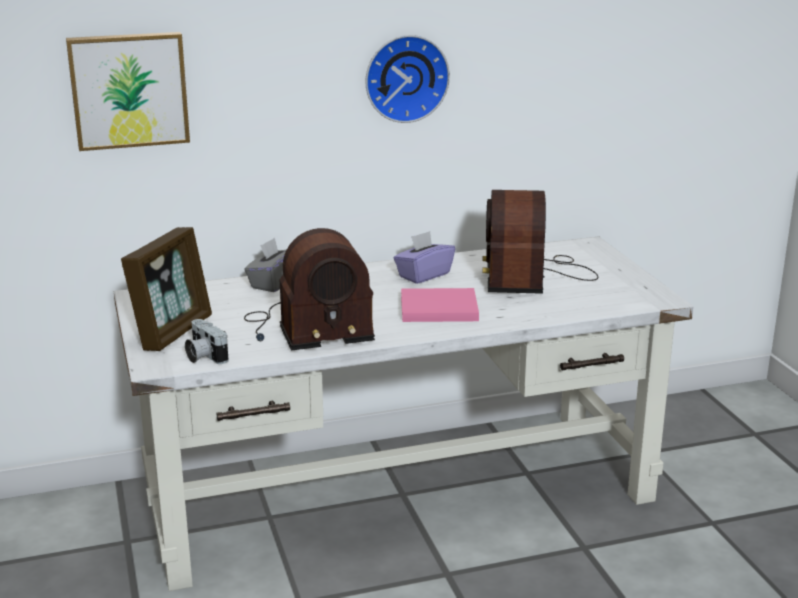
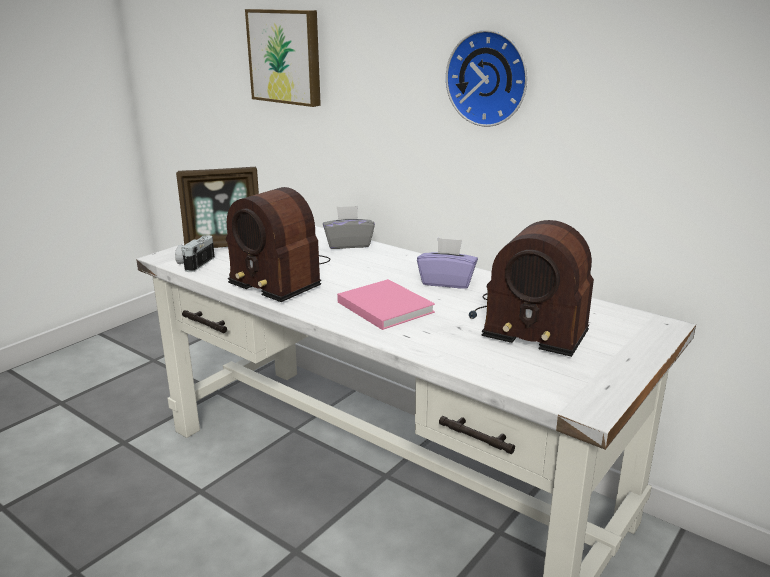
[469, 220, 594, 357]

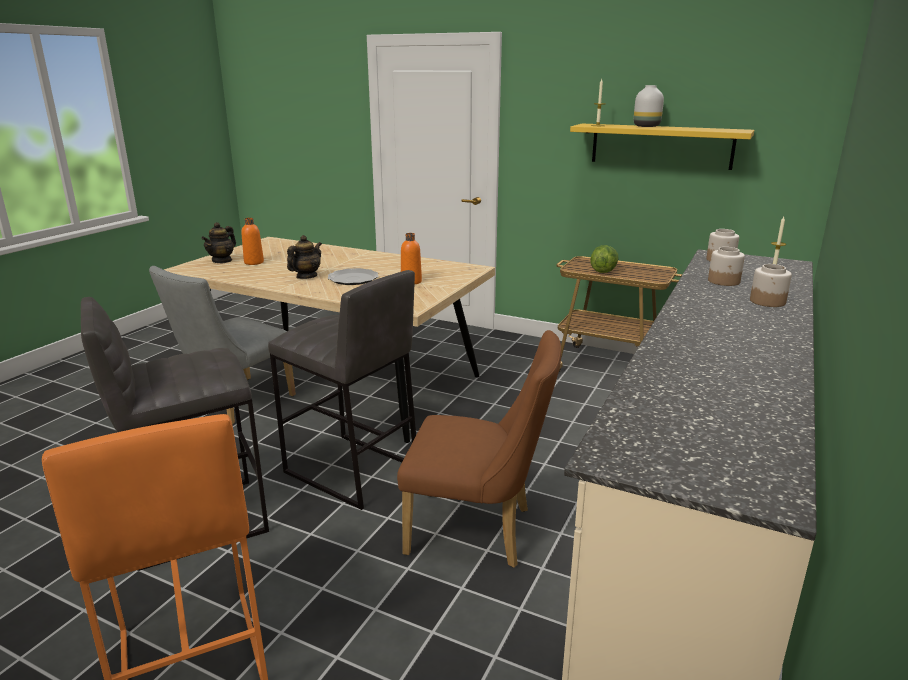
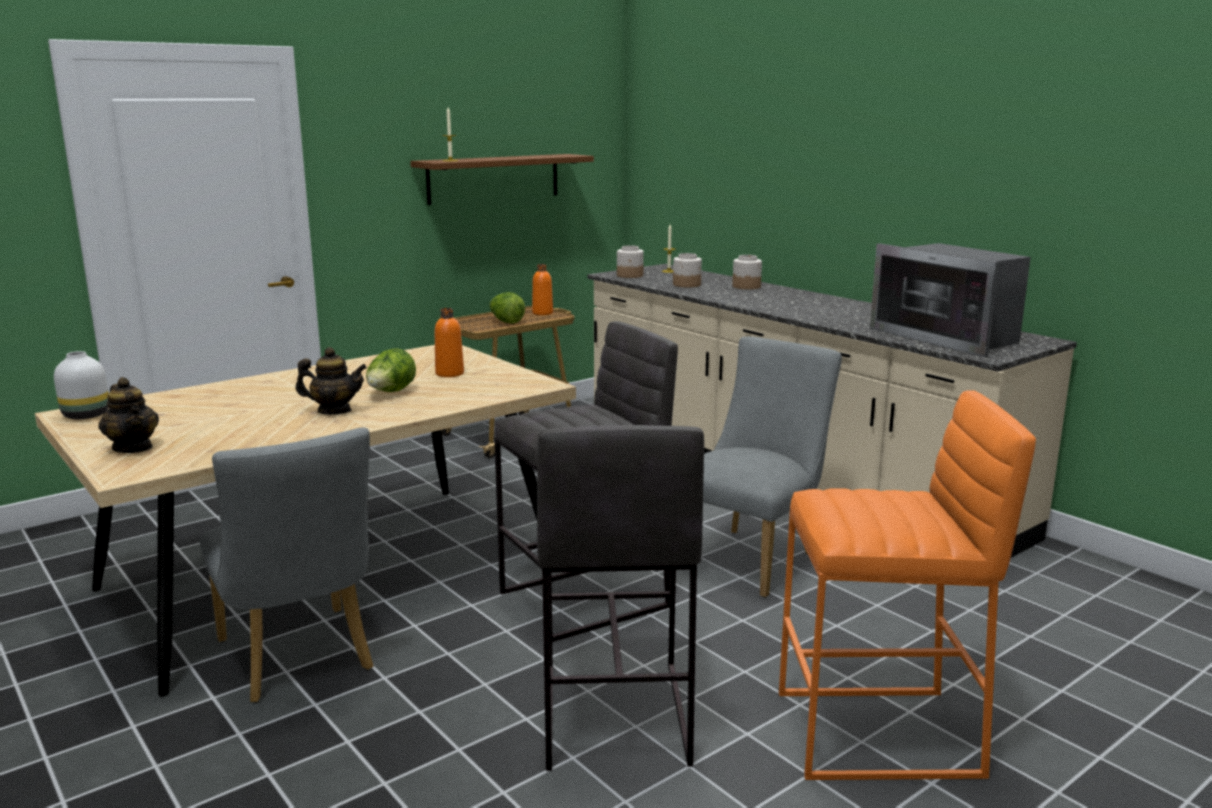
[532, 264, 553, 315]
[295, 347, 367, 415]
[366, 349, 416, 392]
[703, 337, 842, 598]
[410, 154, 594, 205]
[54, 351, 109, 419]
[870, 243, 1031, 357]

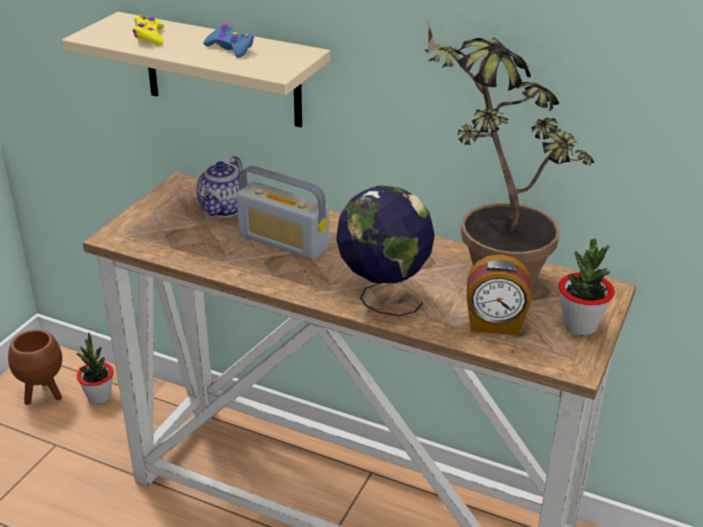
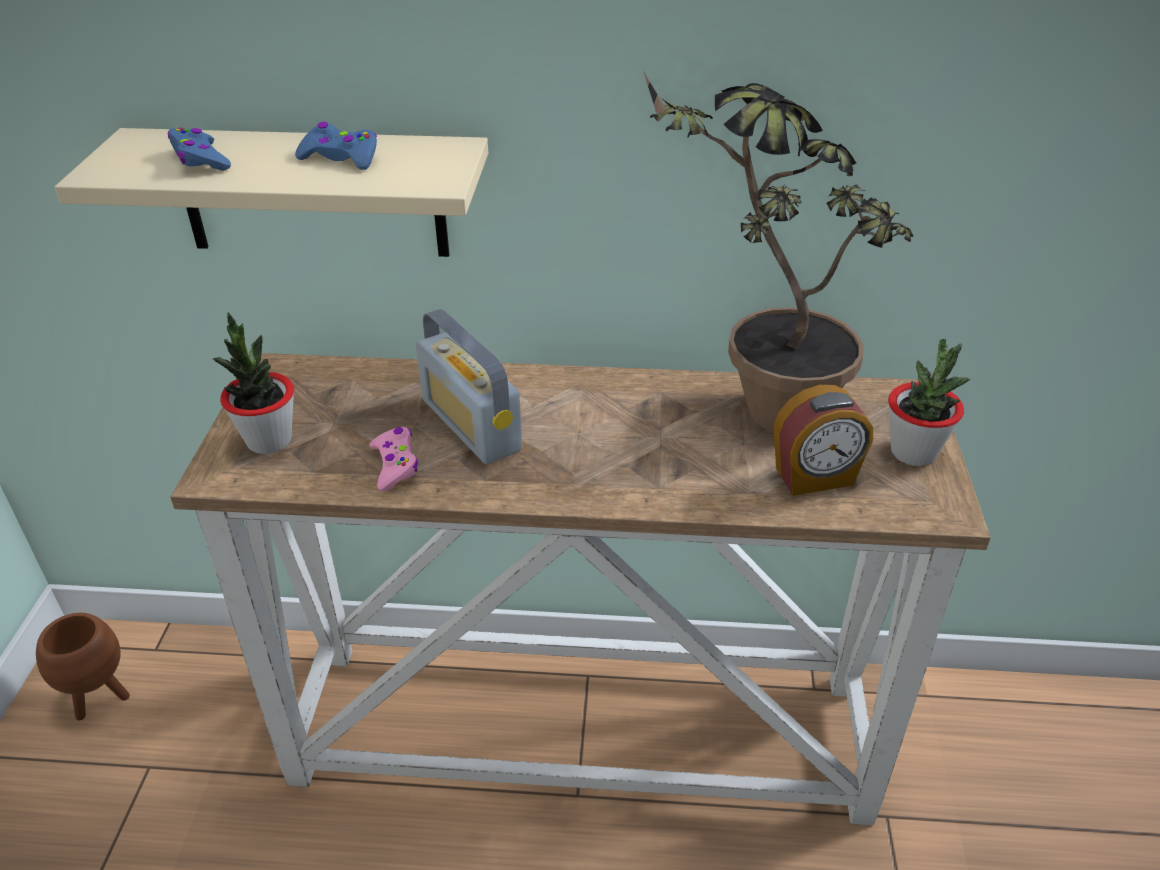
[213, 312, 294, 454]
[168, 127, 231, 171]
[196, 156, 249, 217] (first image)
[416, 309, 522, 464]
[336, 185, 434, 316] (first image)
[369, 427, 418, 492]

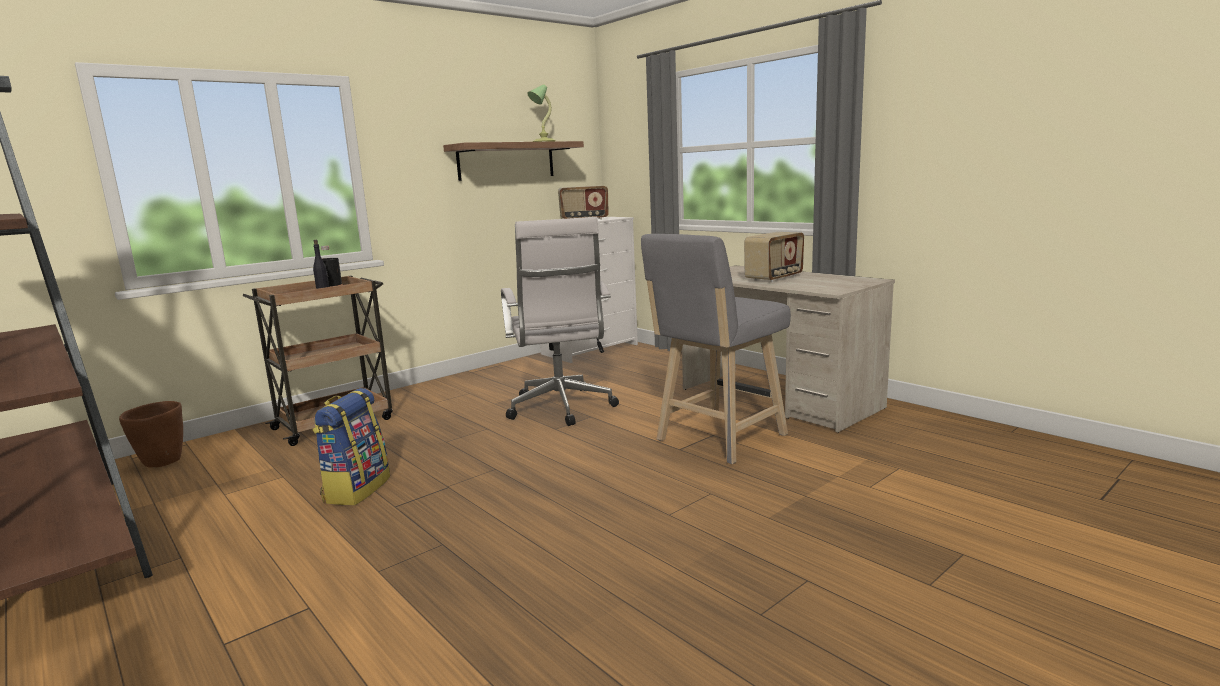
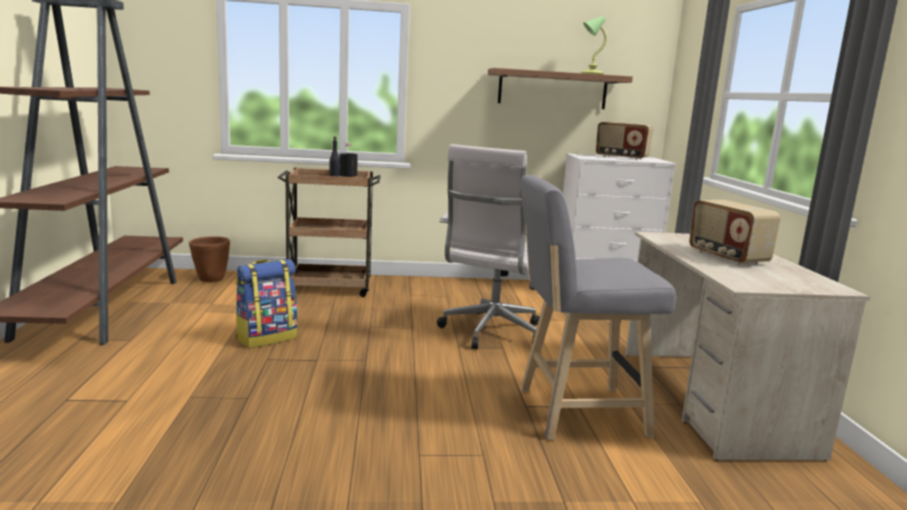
[689, 200, 781, 265]

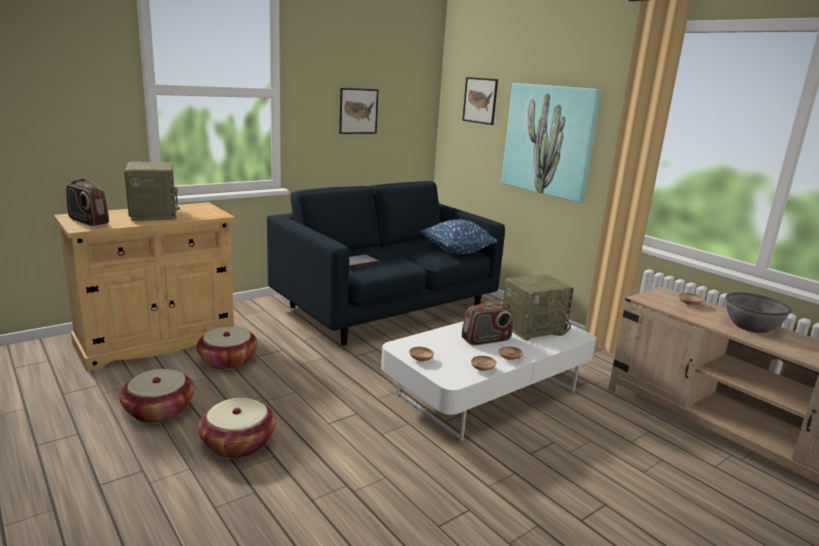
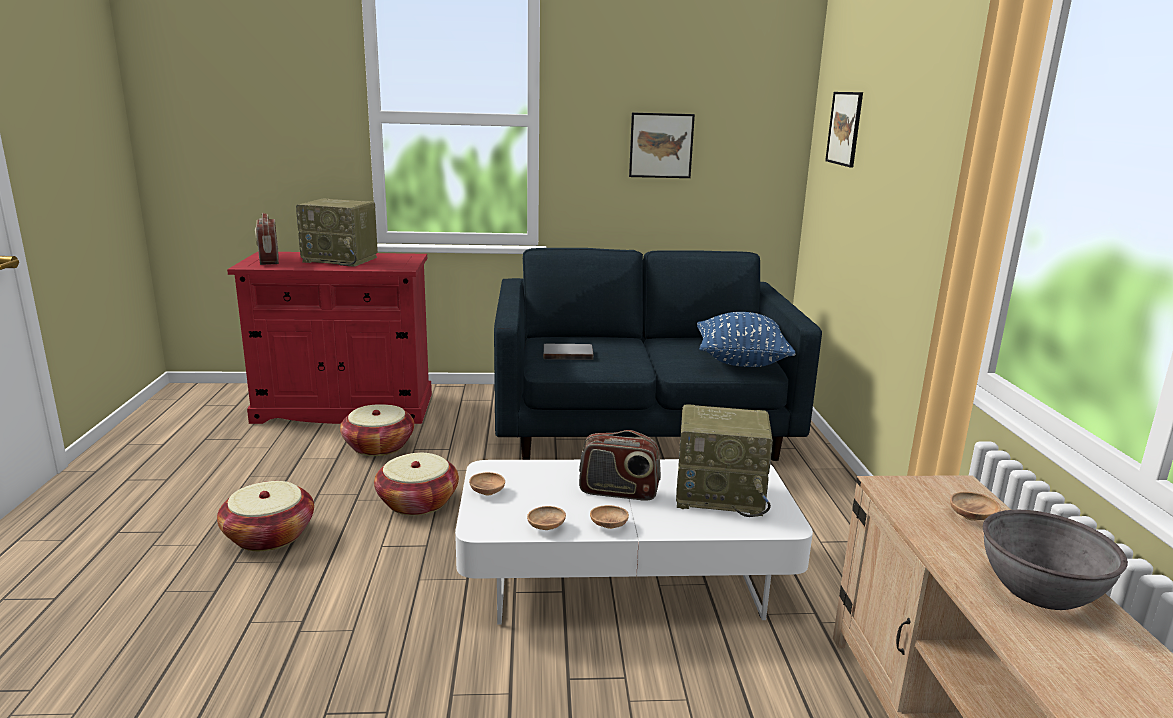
[227, 251, 432, 424]
[374, 453, 459, 516]
[296, 199, 378, 267]
[501, 83, 602, 203] (first image)

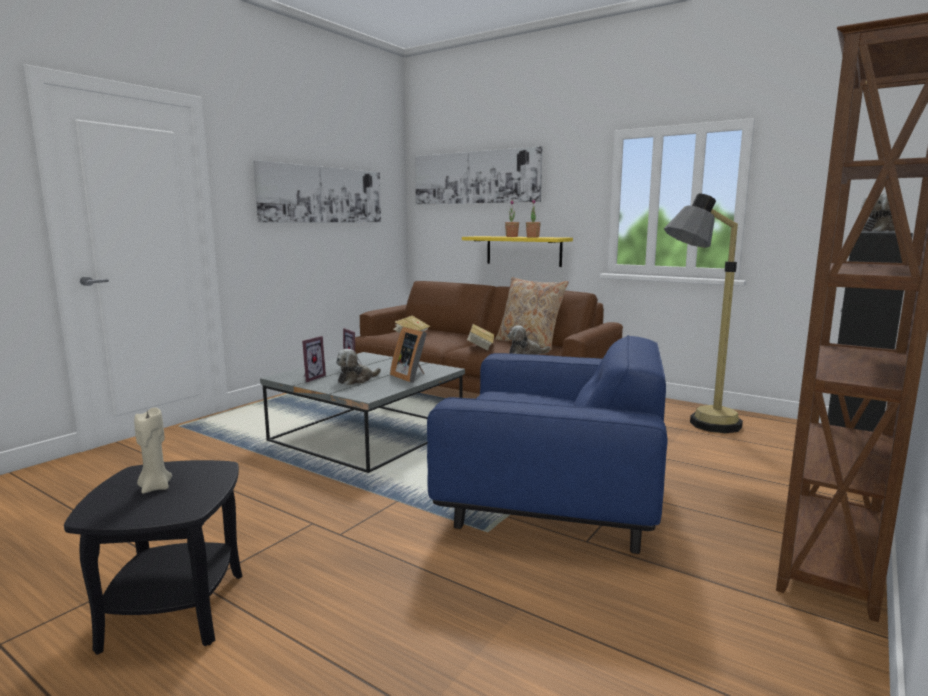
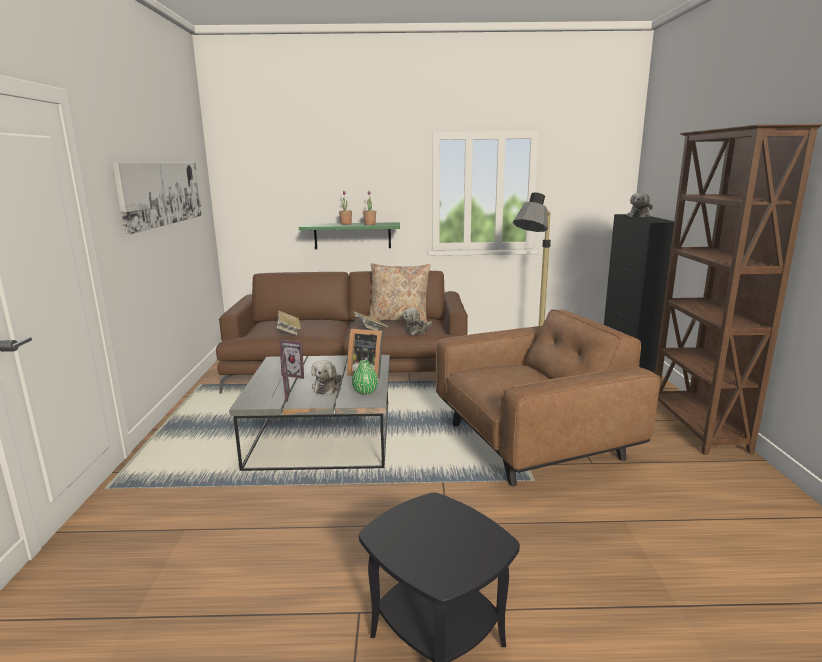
[134, 408, 172, 494] (first image)
[415, 146, 542, 204] (first image)
[436, 309, 661, 486]
[299, 222, 400, 249]
[352, 360, 378, 395]

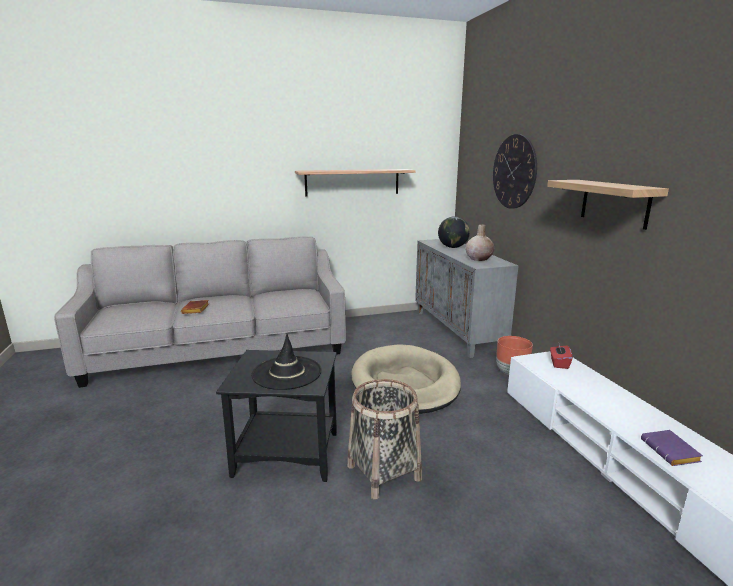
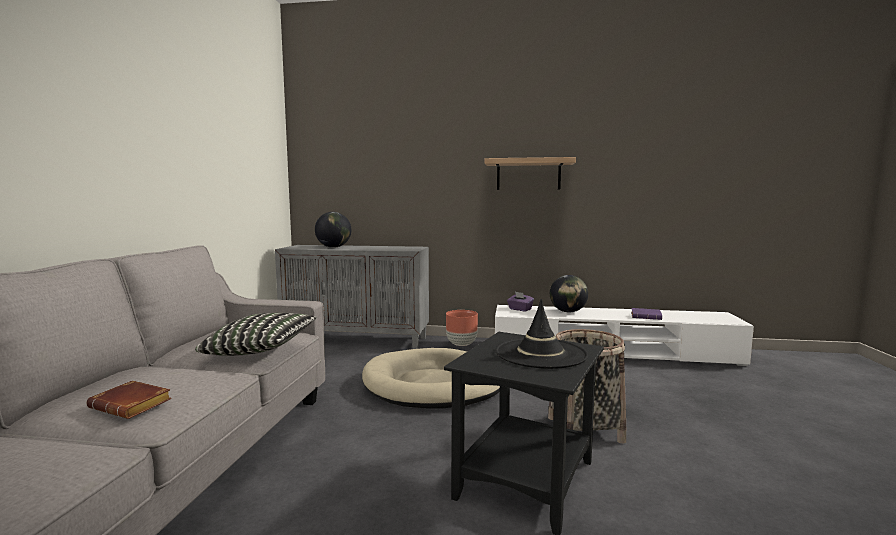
[295, 169, 416, 196] (first image)
[465, 224, 494, 261] (first image)
[493, 134, 537, 209] (first image)
[507, 292, 534, 312]
[195, 313, 317, 356]
[550, 275, 588, 313]

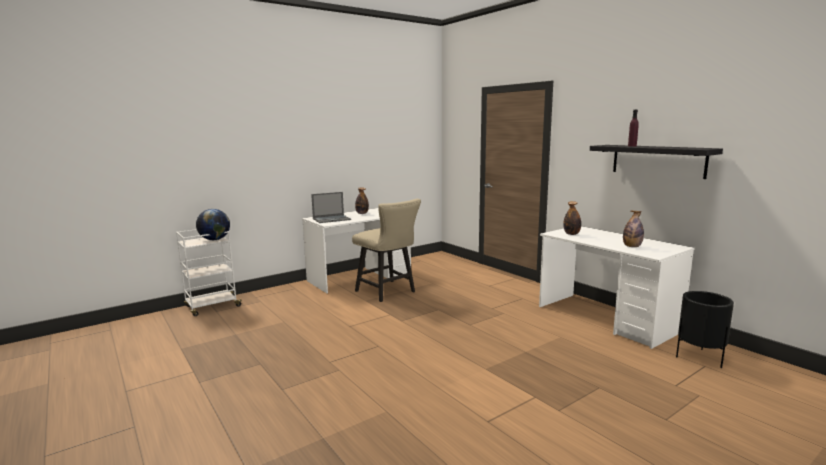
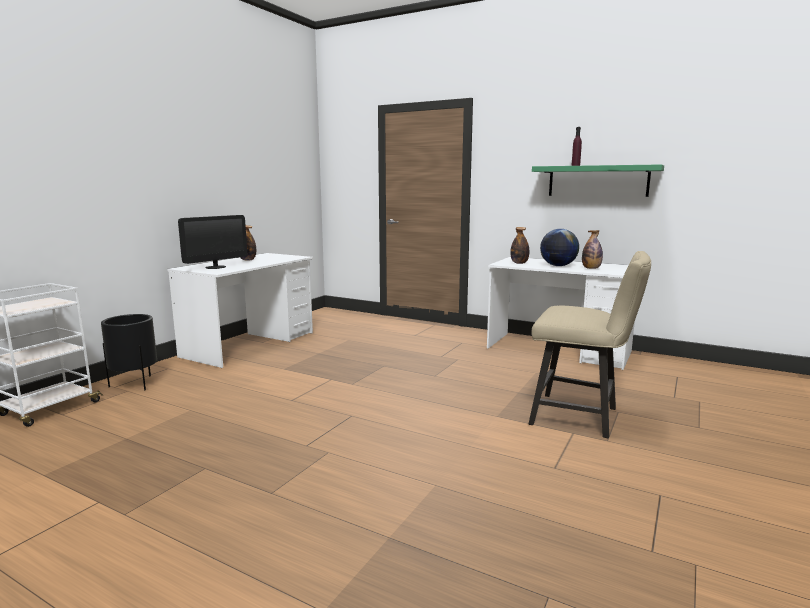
[540, 229, 579, 266]
[178, 215, 247, 269]
[528, 251, 651, 438]
[532, 164, 664, 197]
[101, 314, 157, 390]

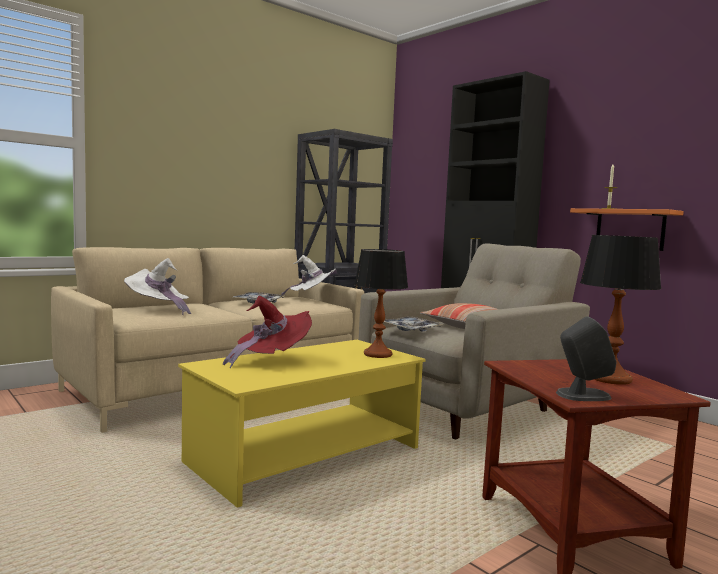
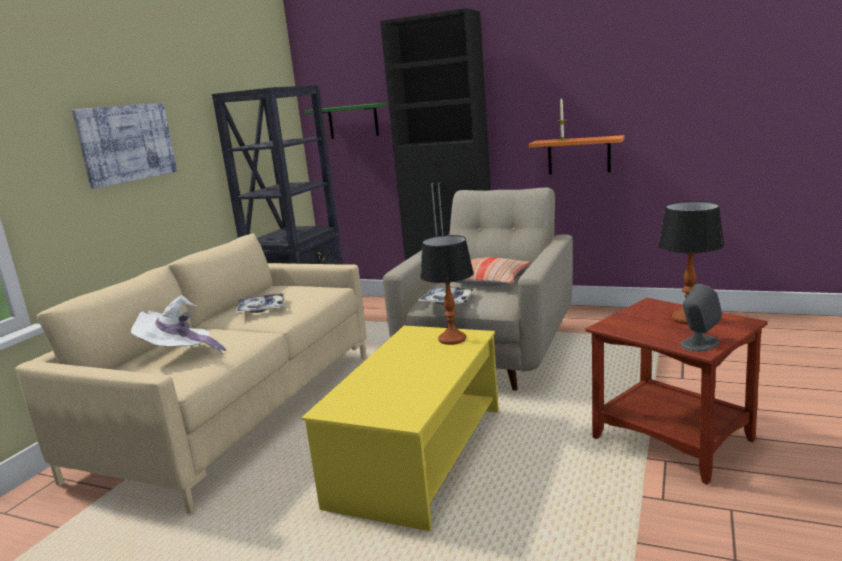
[223, 296, 312, 368] (first image)
[281, 255, 337, 295] (first image)
[72, 103, 177, 189]
[304, 103, 387, 139]

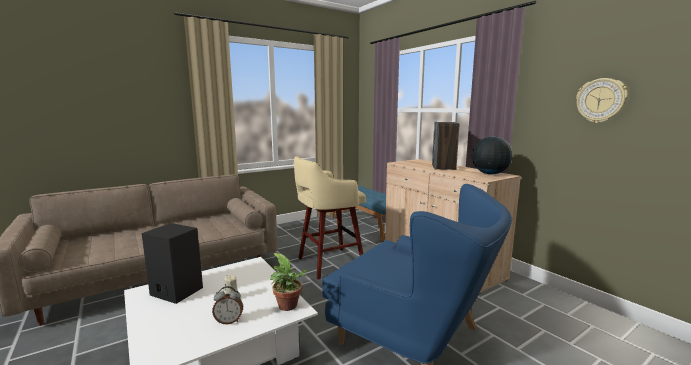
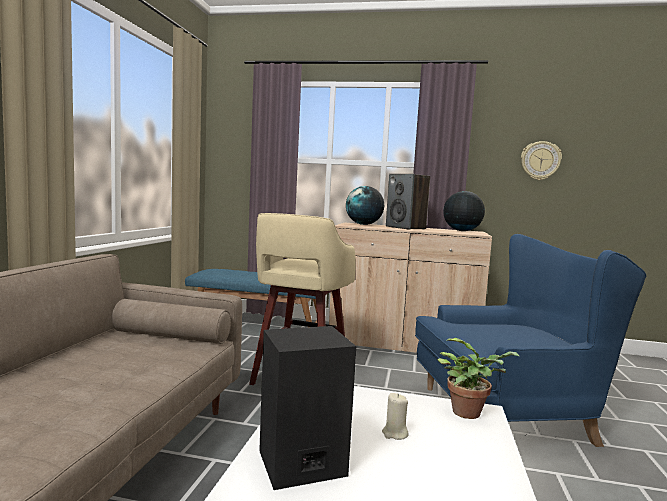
[212, 286, 243, 324] (first image)
[346, 186, 384, 225]

